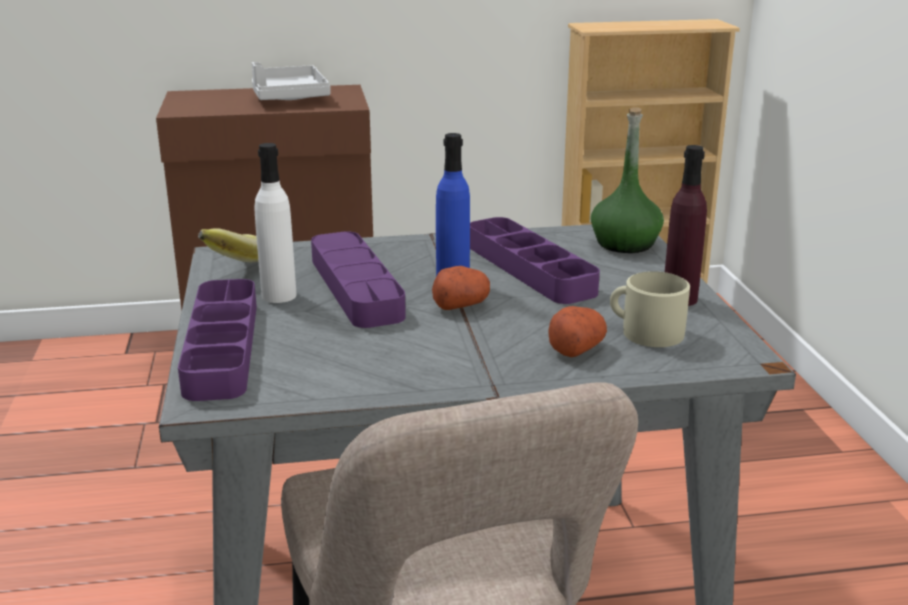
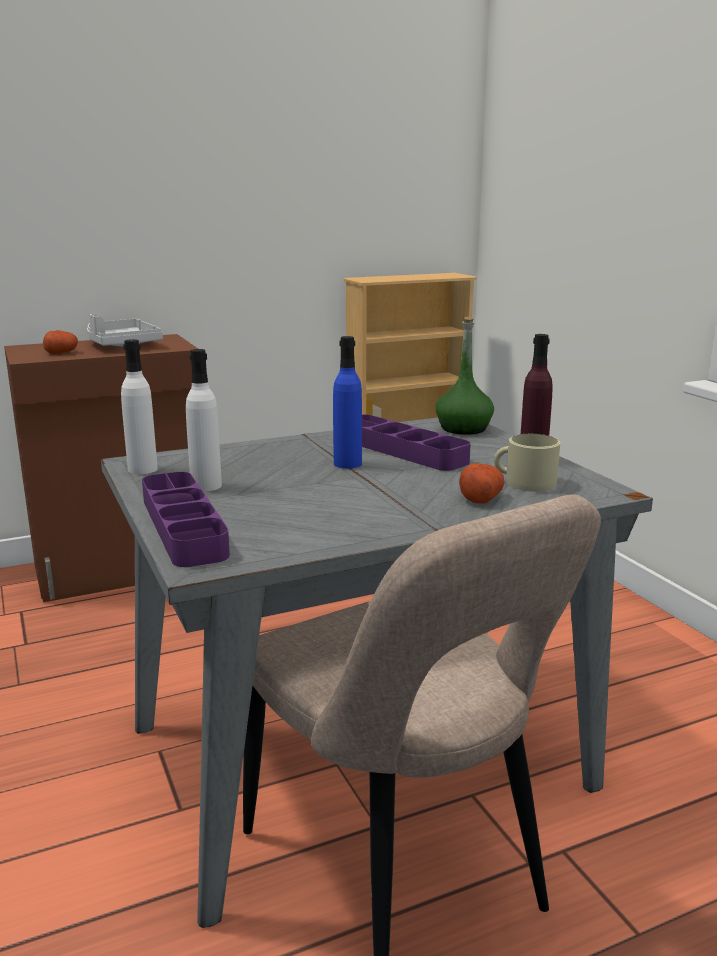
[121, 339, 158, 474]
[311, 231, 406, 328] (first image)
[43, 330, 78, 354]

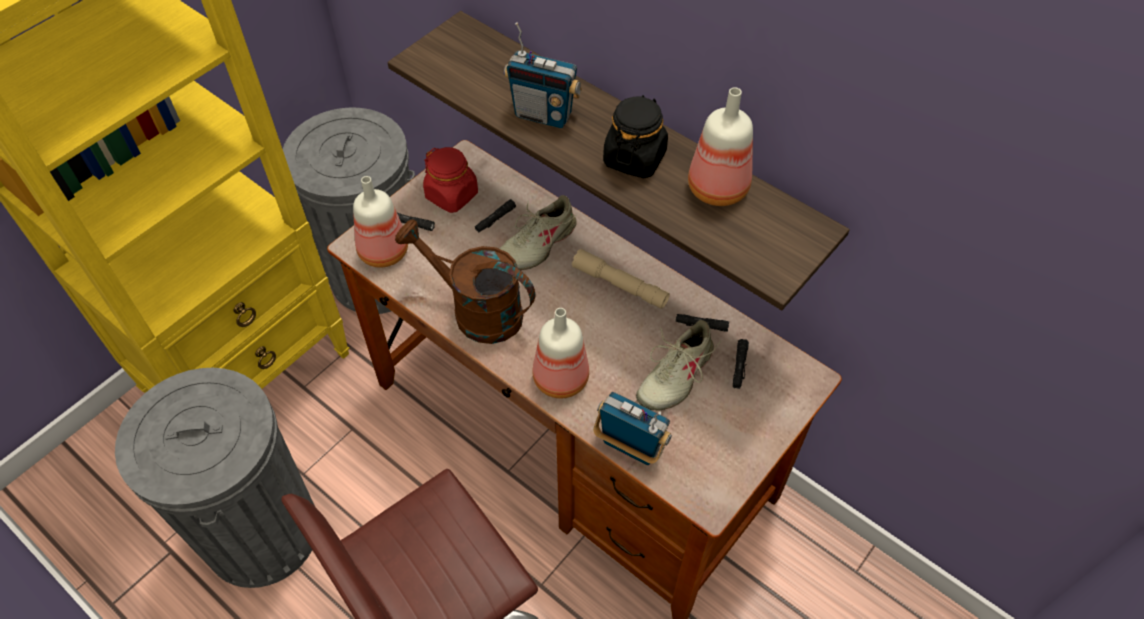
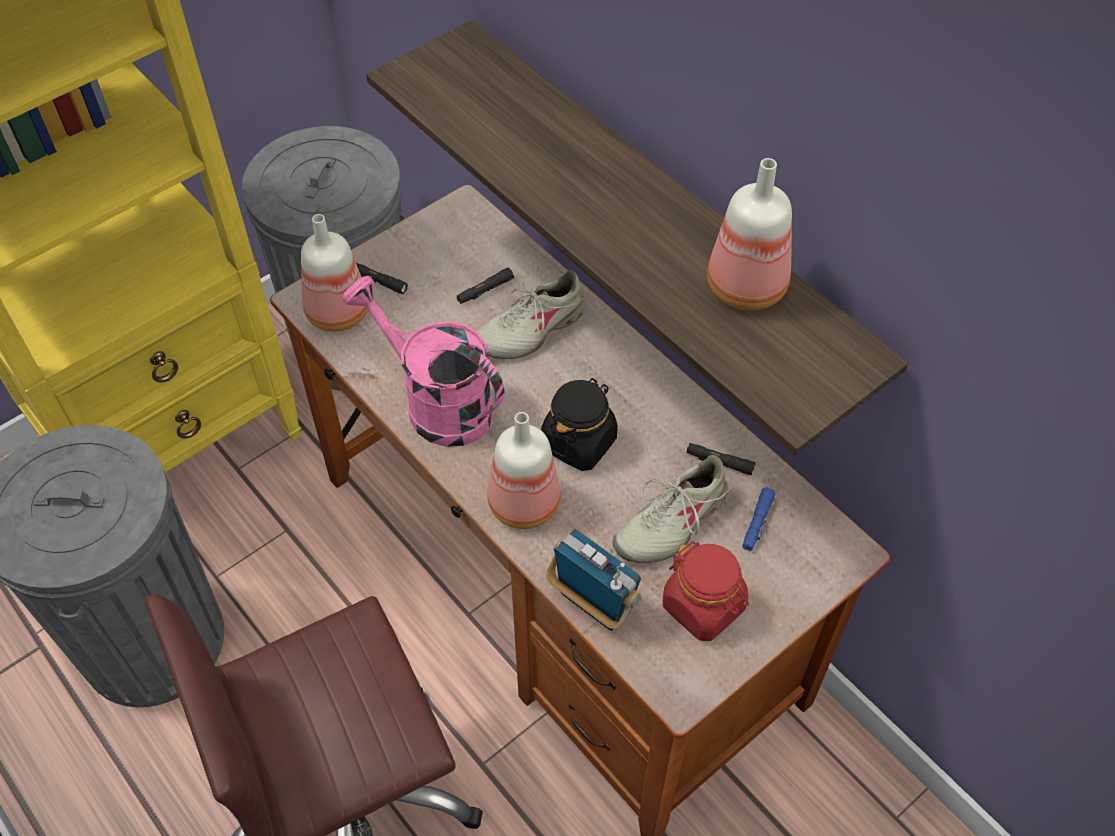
[343, 276, 505, 447]
[663, 541, 749, 641]
[504, 22, 582, 128] (first image)
[572, 249, 670, 309] (first image)
[541, 378, 618, 471]
[742, 487, 776, 551]

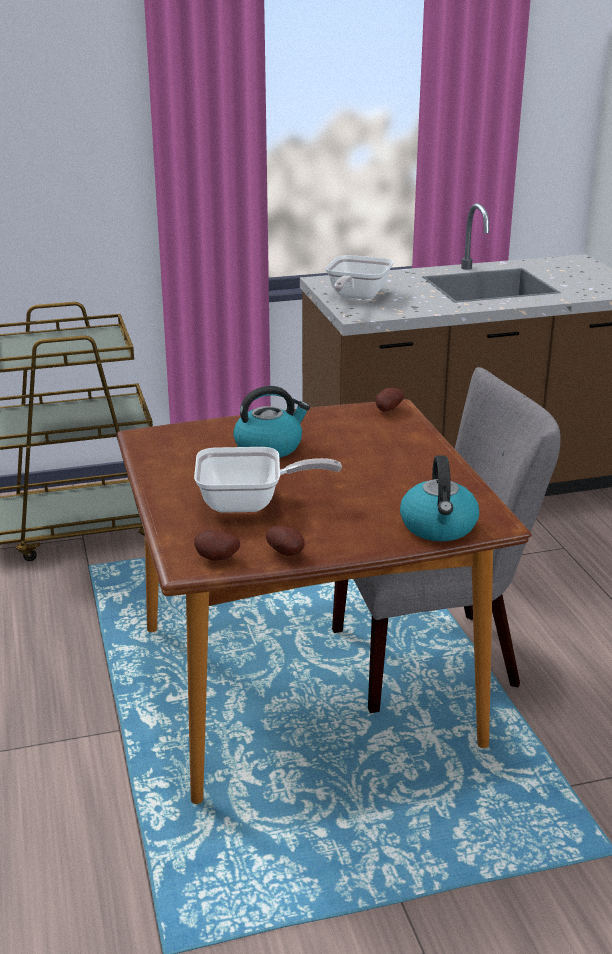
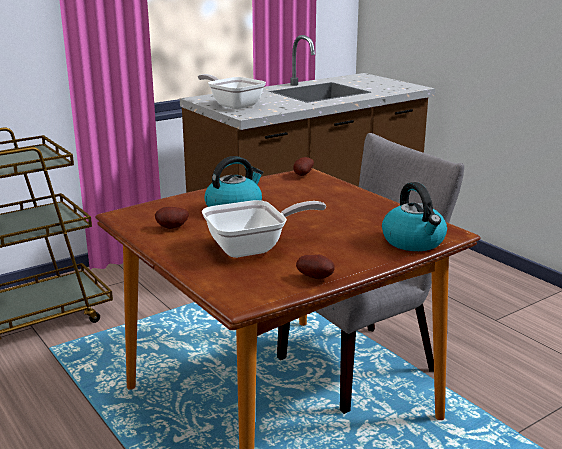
[155, 207, 189, 229]
[198, 74, 266, 109]

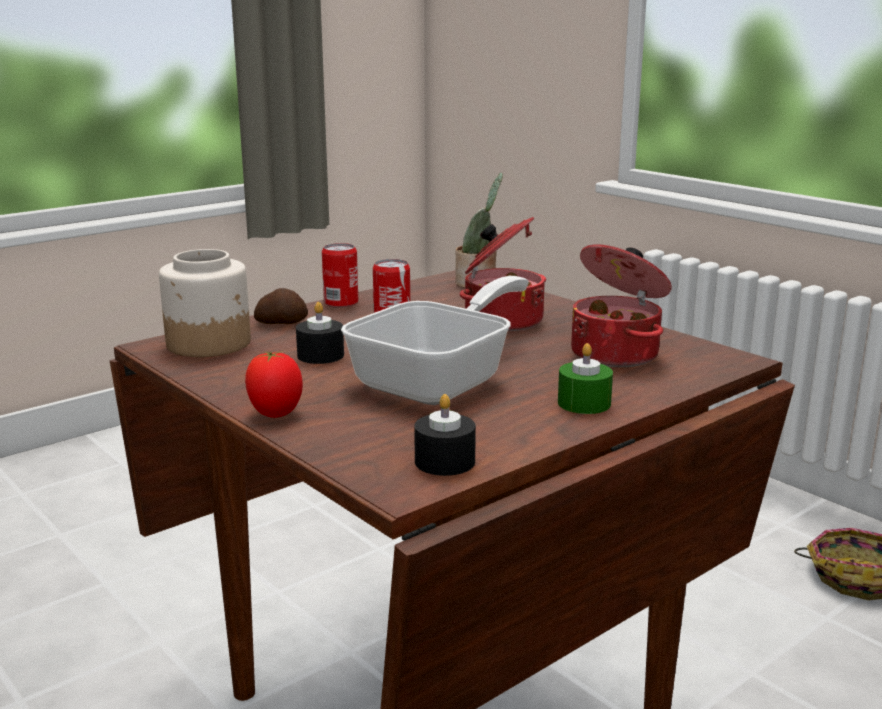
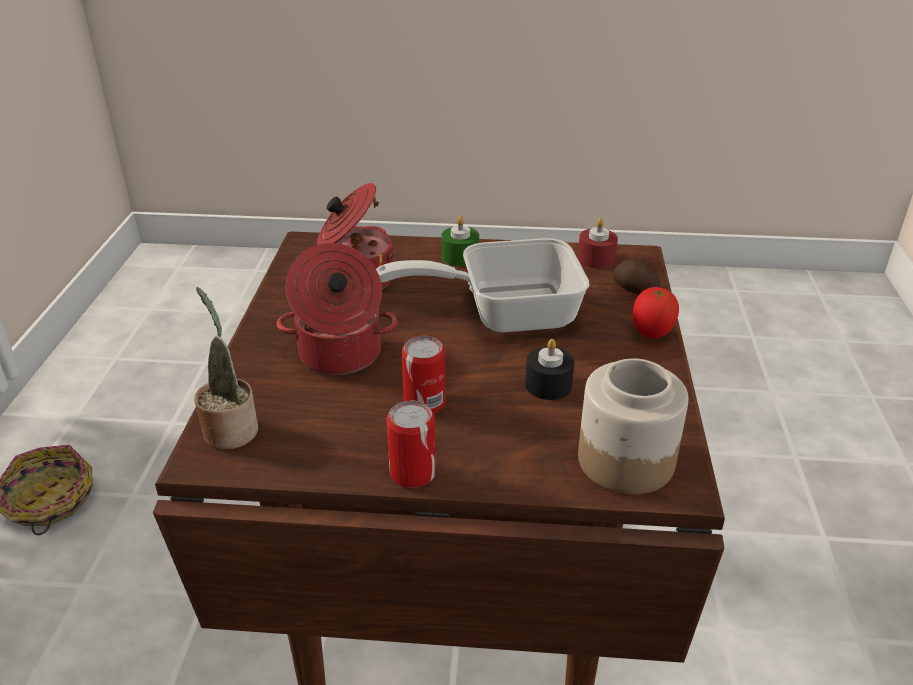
[613, 259, 661, 295]
[578, 218, 618, 268]

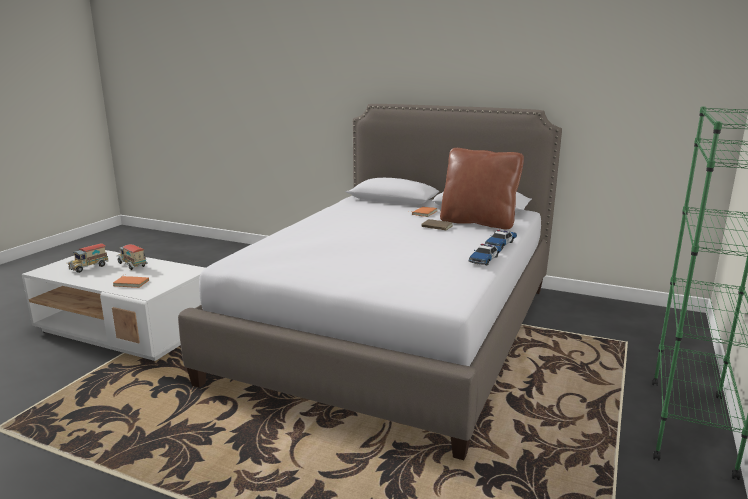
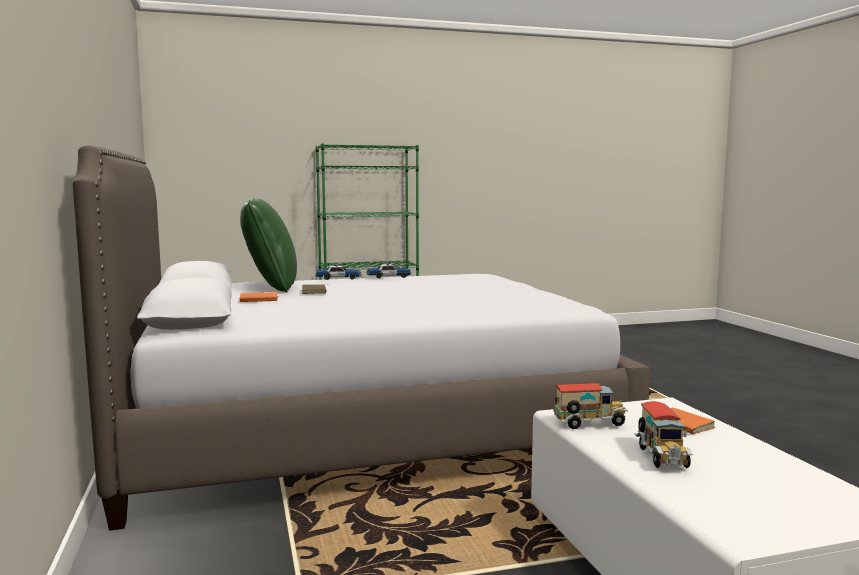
[554, 383, 628, 429]
[240, 198, 297, 293]

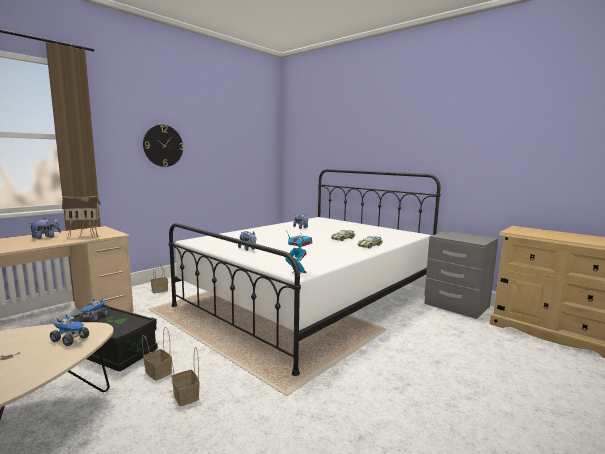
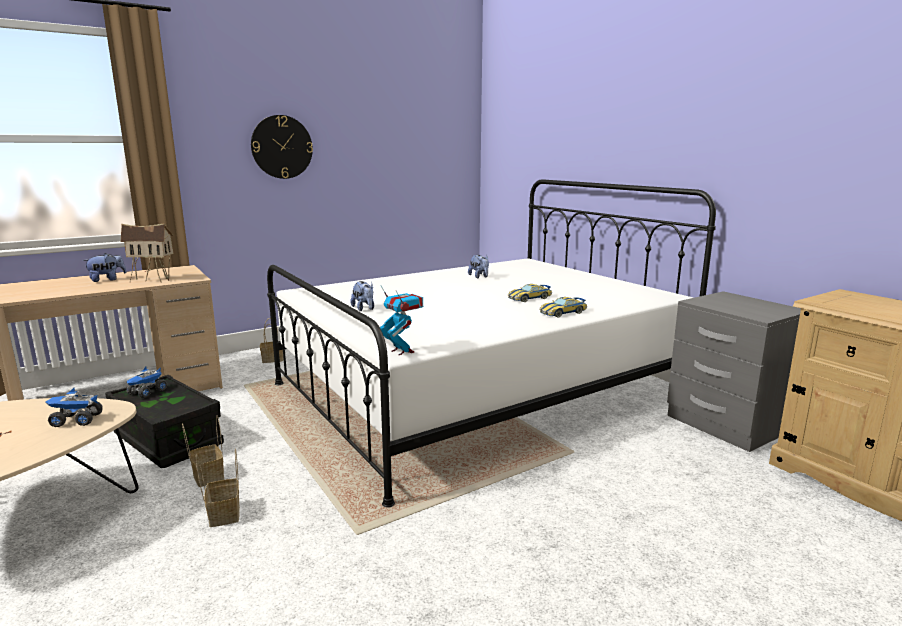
[46, 388, 103, 427]

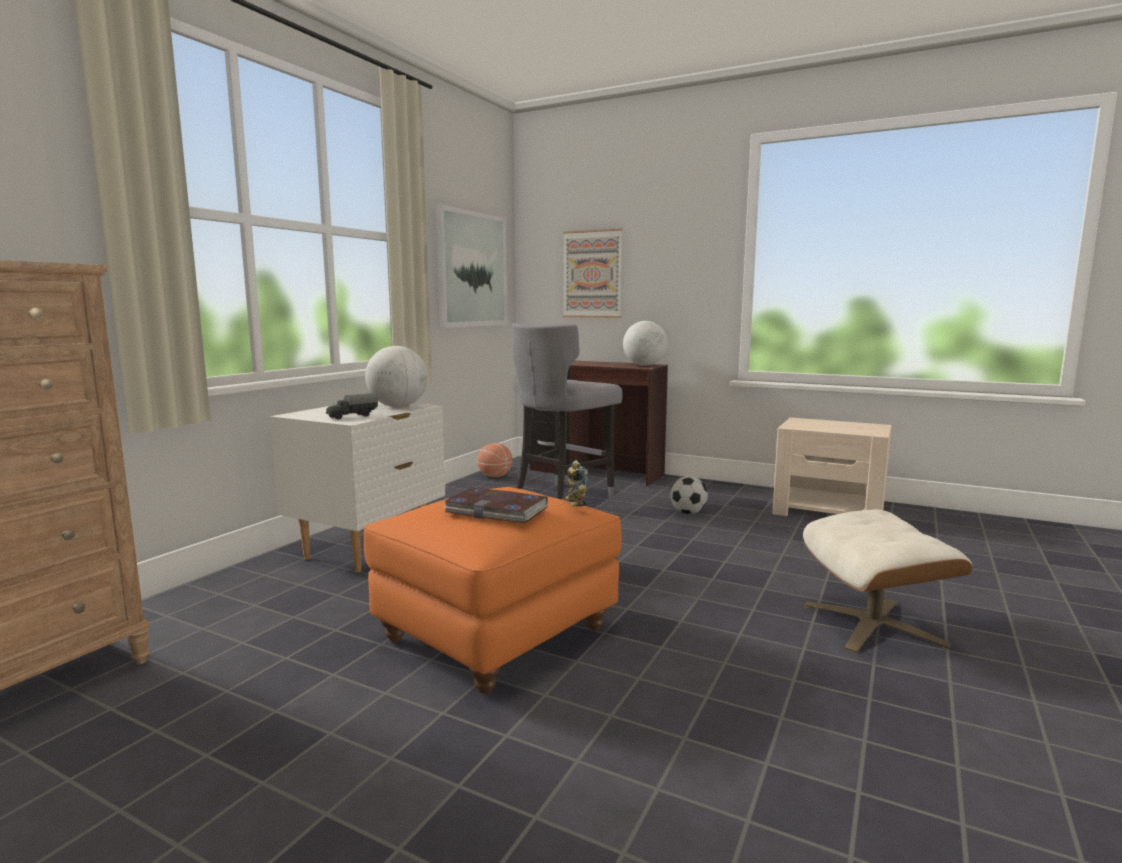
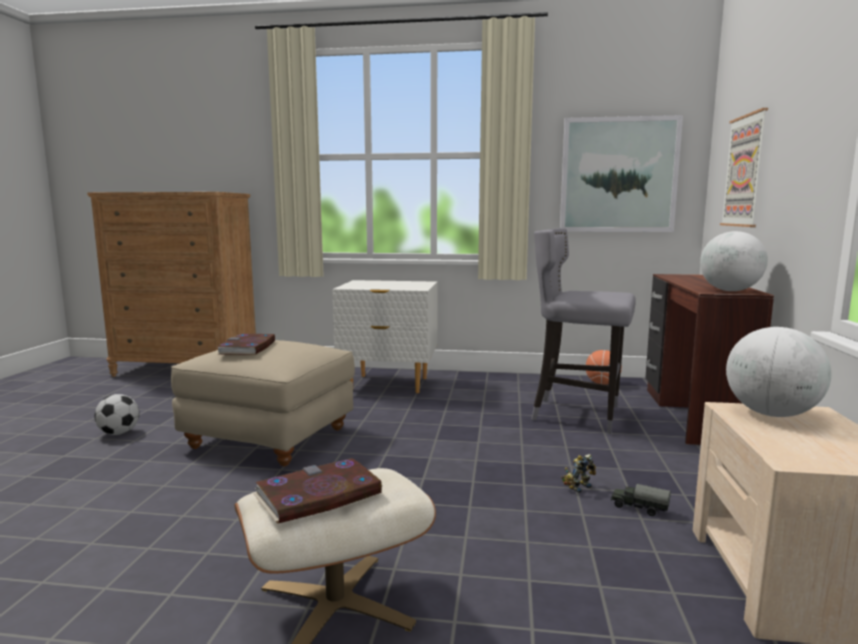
[611, 484, 671, 516]
[171, 340, 355, 466]
[726, 327, 831, 417]
[561, 454, 596, 493]
[95, 394, 139, 435]
[253, 458, 382, 524]

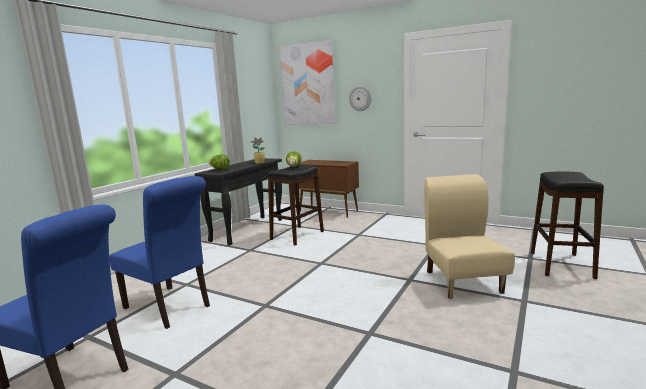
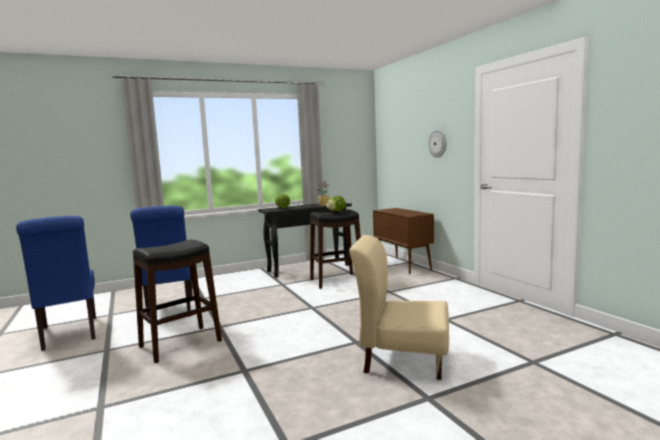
[280, 40, 335, 124] (first image)
[349, 235, 449, 380]
[133, 239, 222, 363]

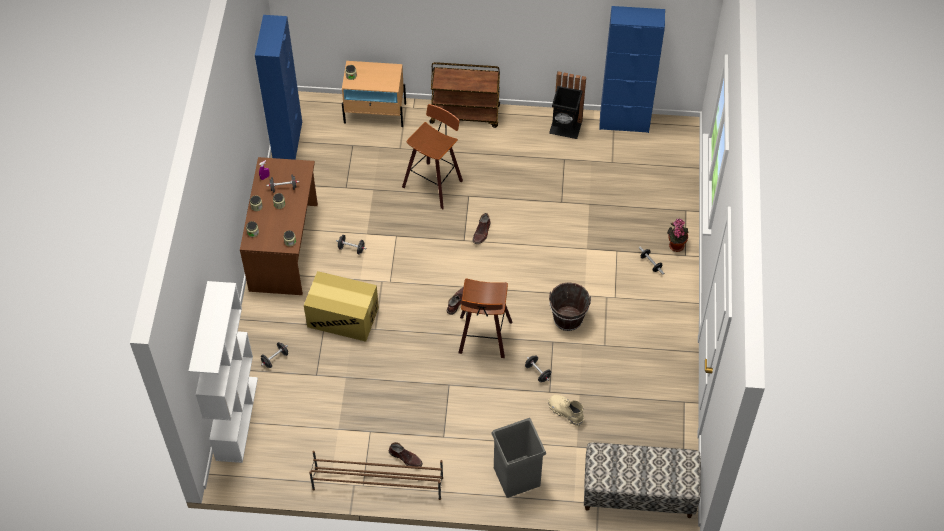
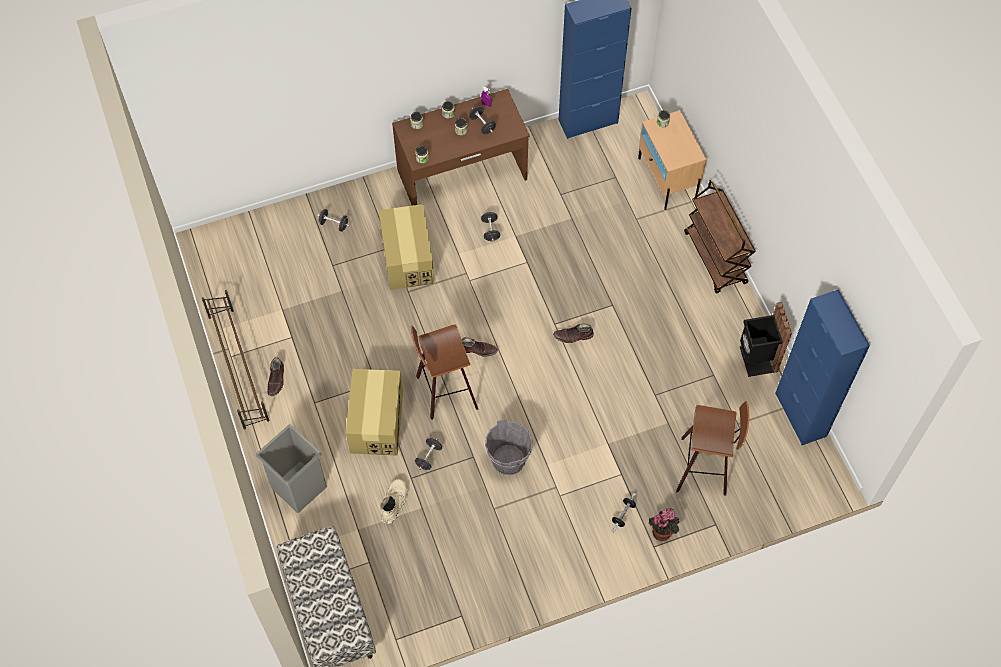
[189, 281, 258, 463] (first image)
[676, 401, 749, 496]
[485, 419, 533, 475]
[346, 369, 403, 456]

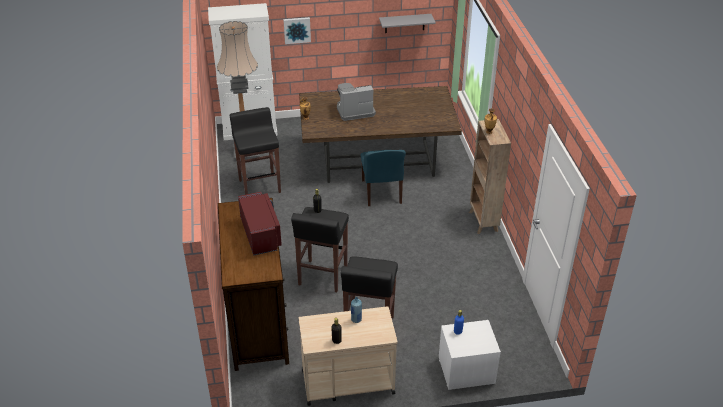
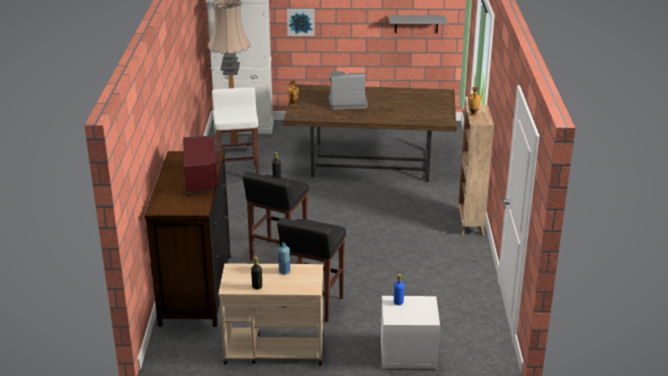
[212, 87, 259, 174]
[361, 150, 406, 206] (first image)

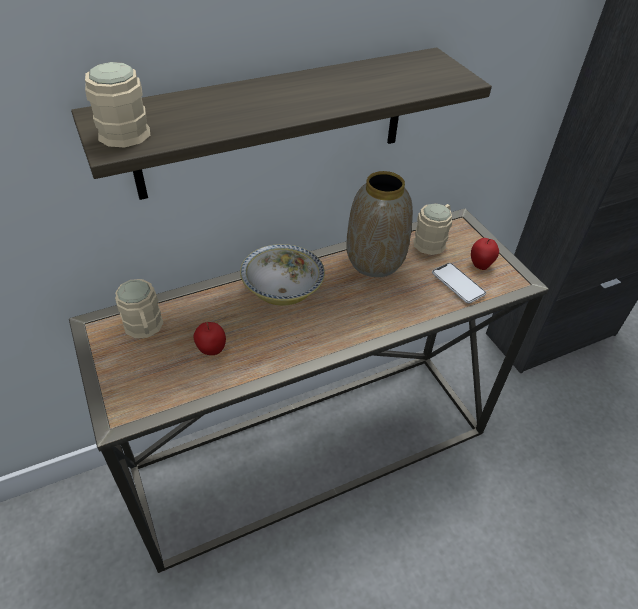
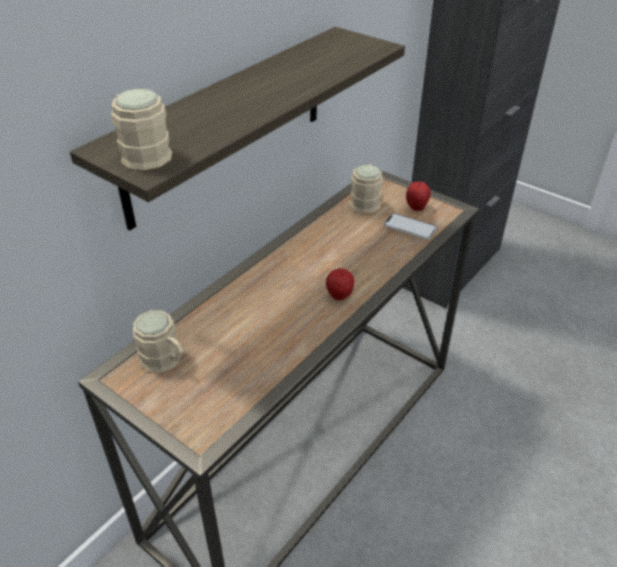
[326, 267, 354, 300]
[240, 244, 325, 306] (first image)
[347, 171, 413, 277] (first image)

